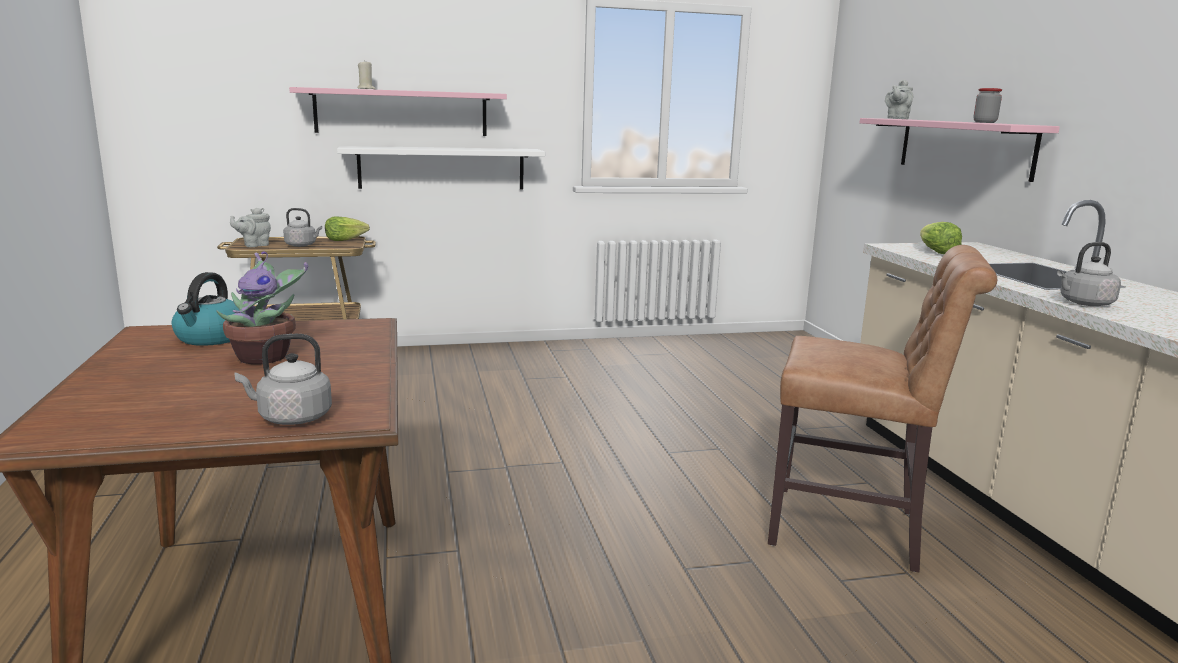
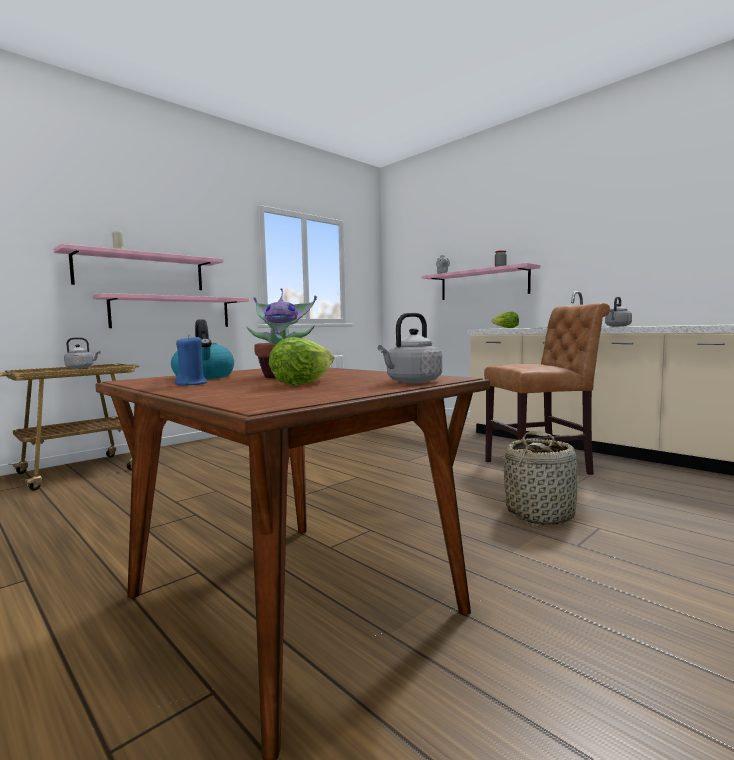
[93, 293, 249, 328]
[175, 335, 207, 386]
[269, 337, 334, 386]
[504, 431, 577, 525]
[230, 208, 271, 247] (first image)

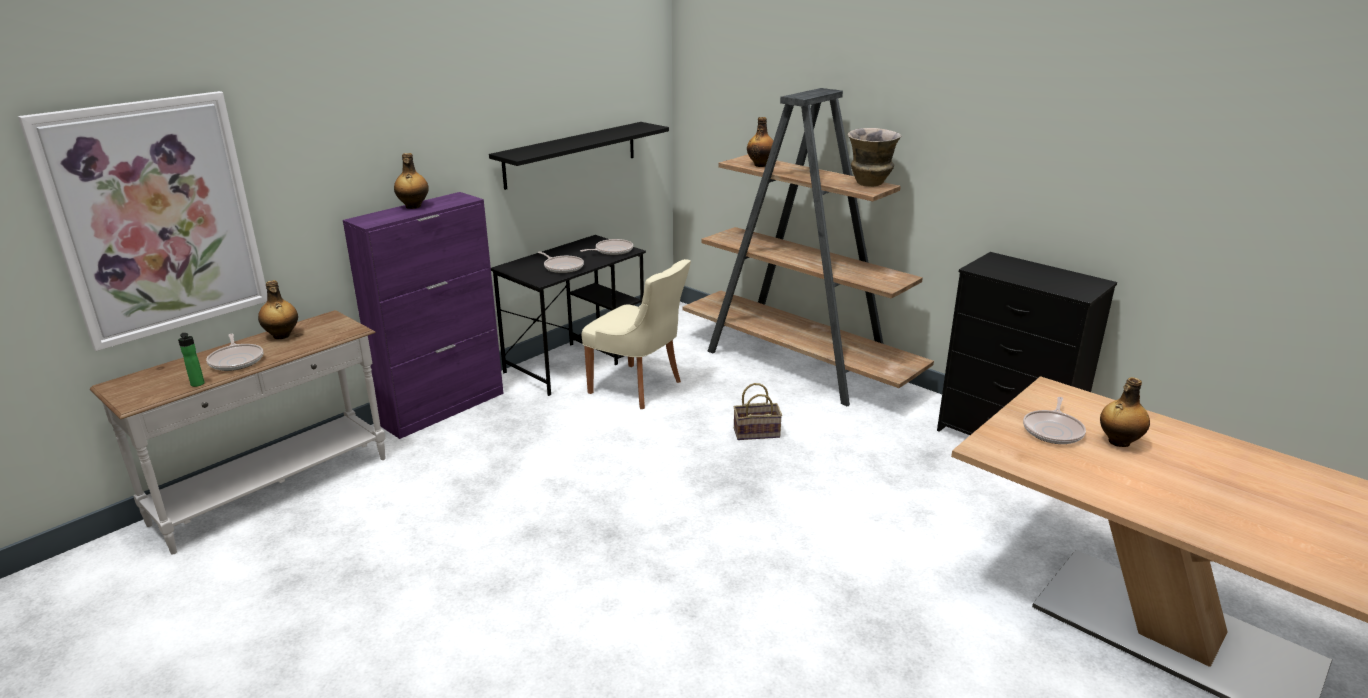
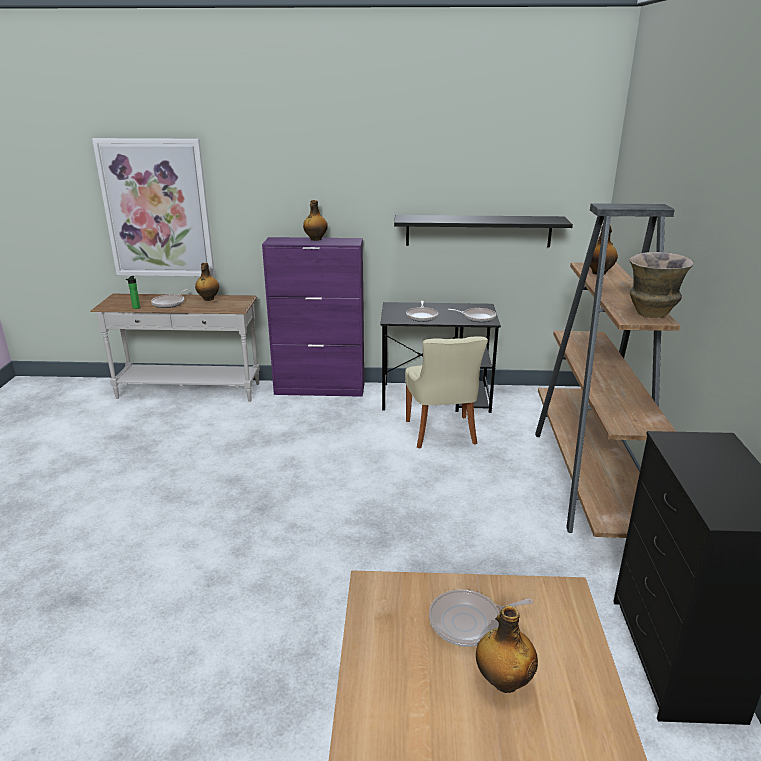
[734, 383, 782, 440] (first image)

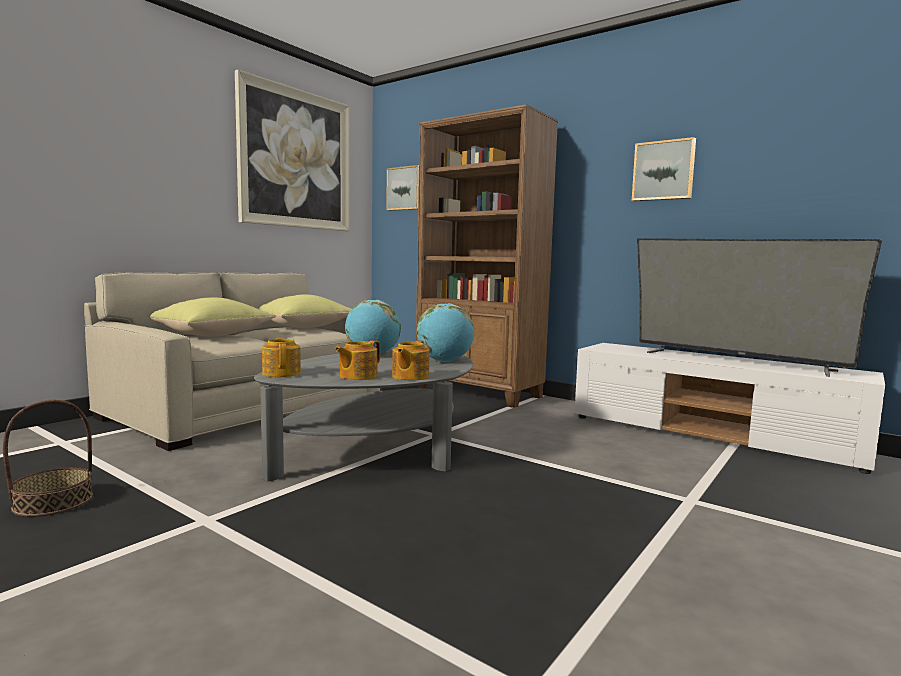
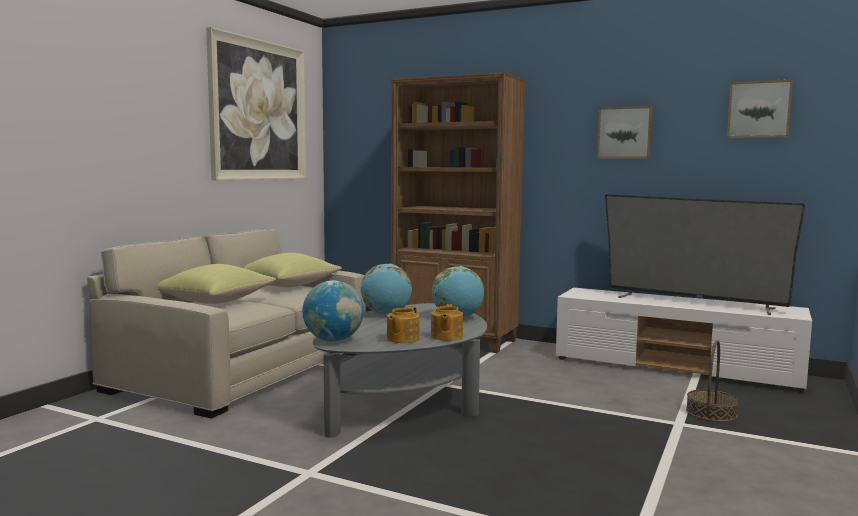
[302, 280, 364, 342]
[686, 340, 739, 422]
[727, 79, 793, 138]

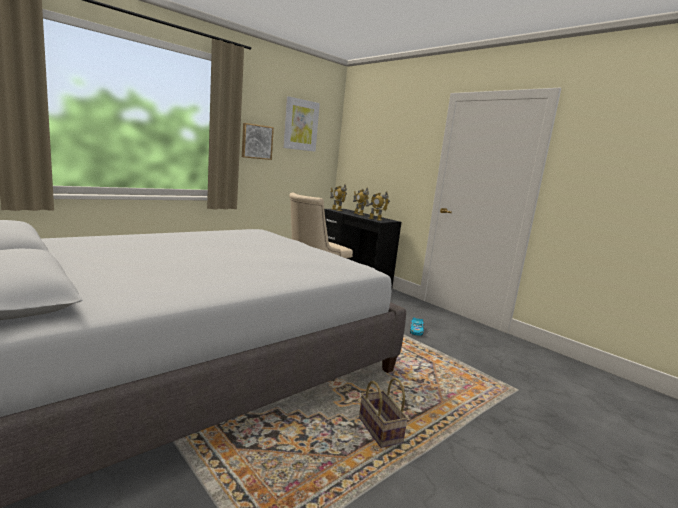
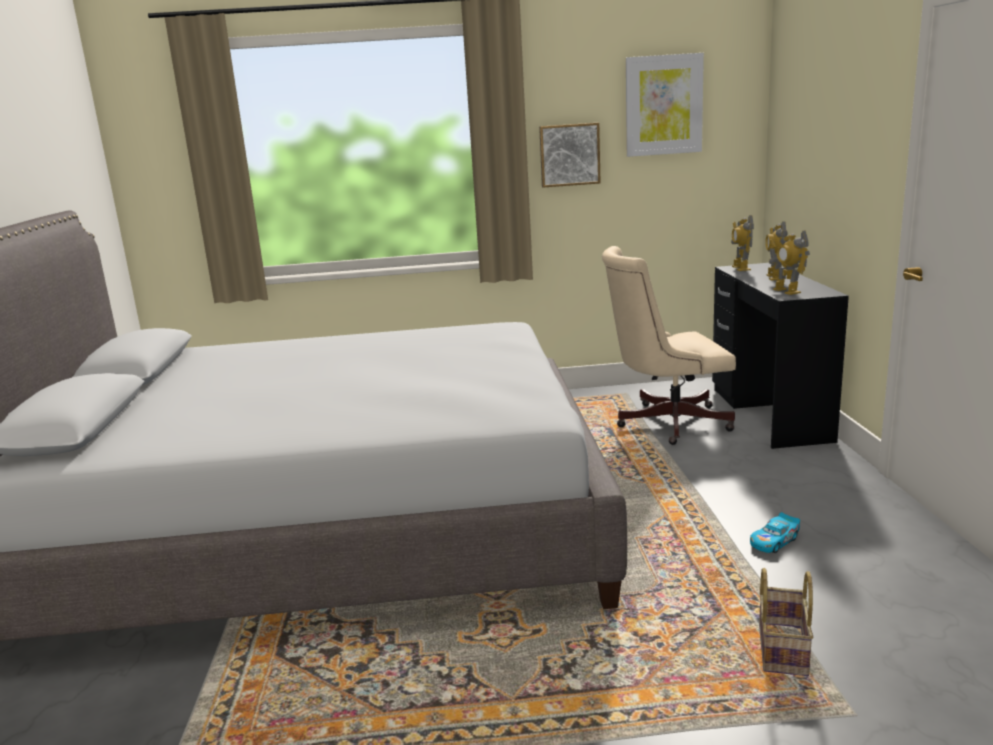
[759, 568, 813, 676]

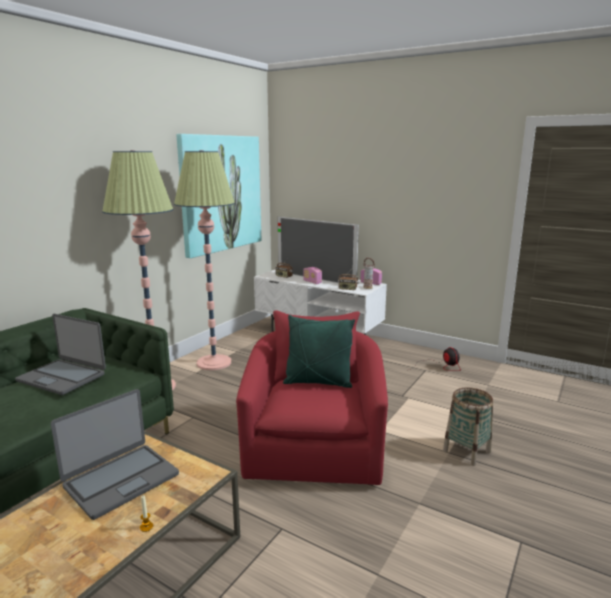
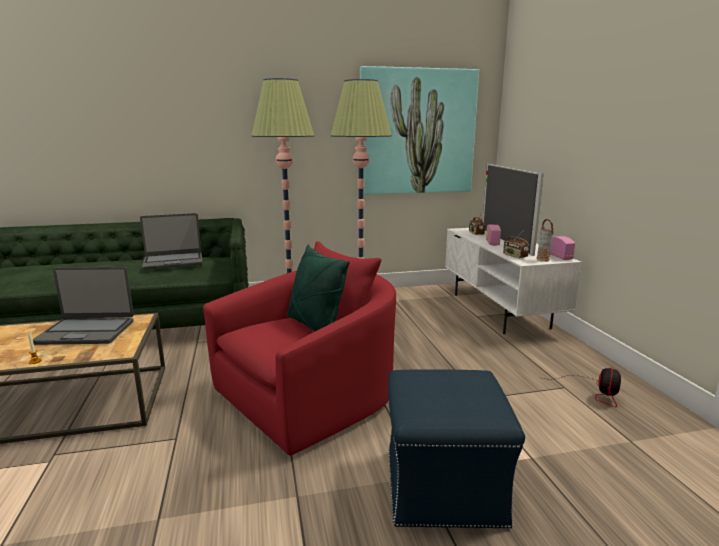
[140, 213, 203, 270]
[388, 369, 525, 528]

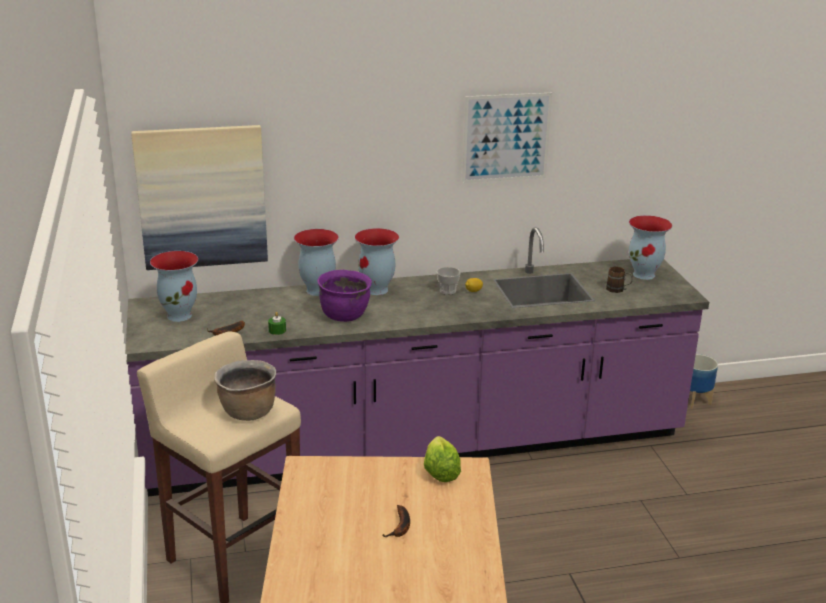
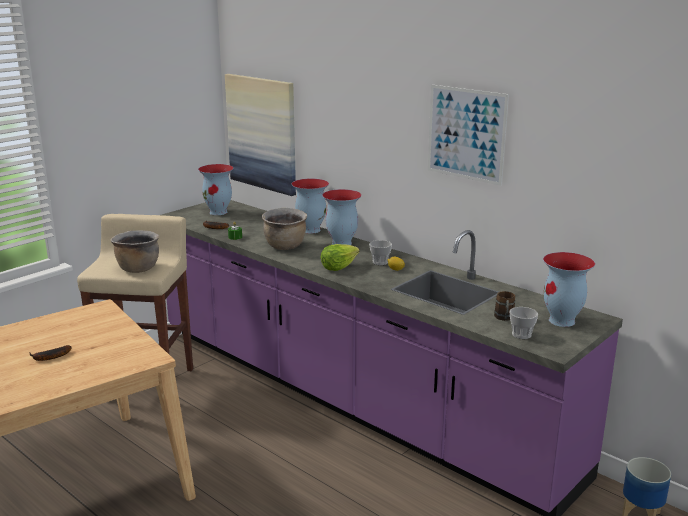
[262, 208, 307, 250]
[321, 244, 360, 271]
[510, 307, 538, 339]

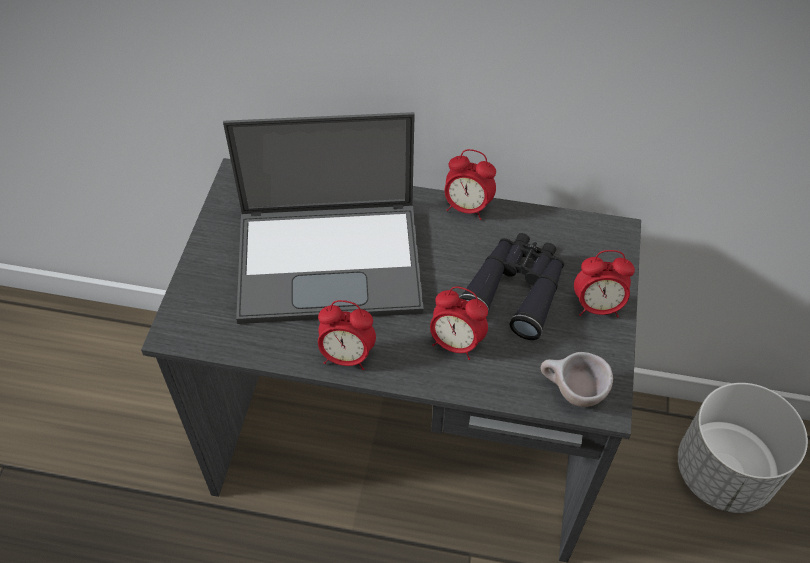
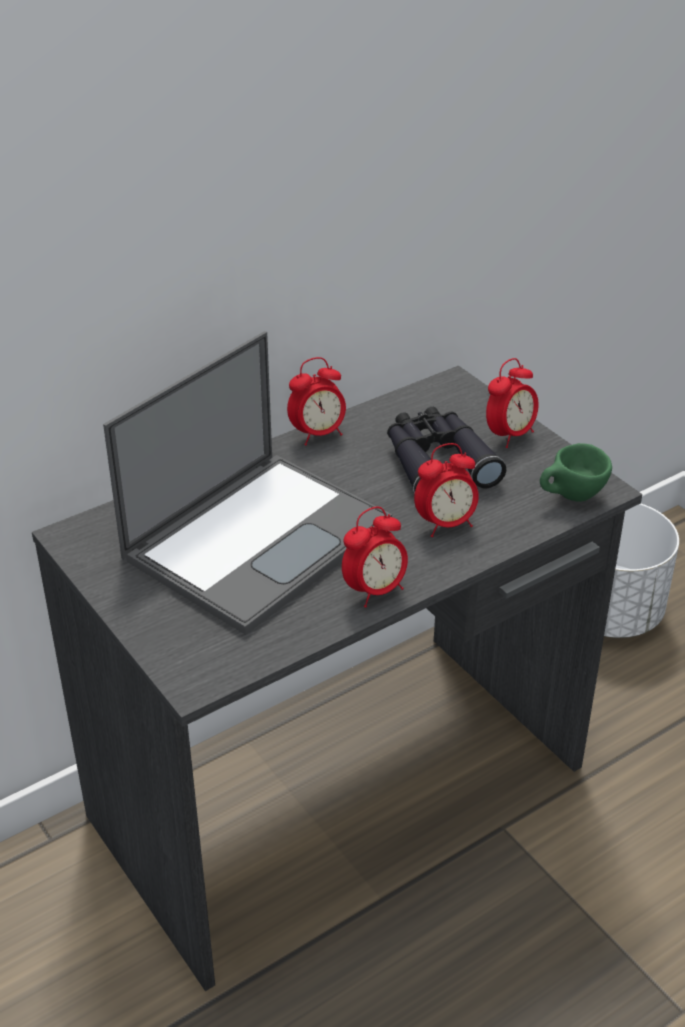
[540, 443, 612, 502]

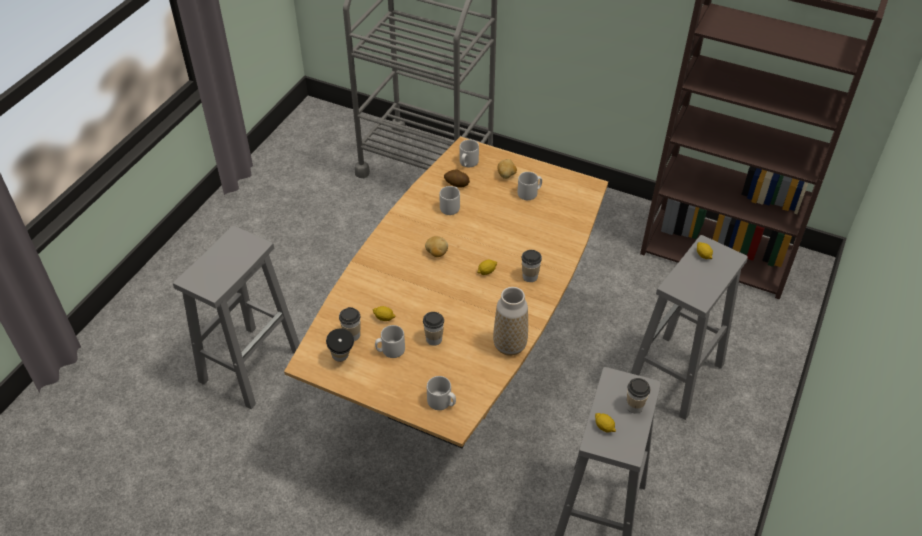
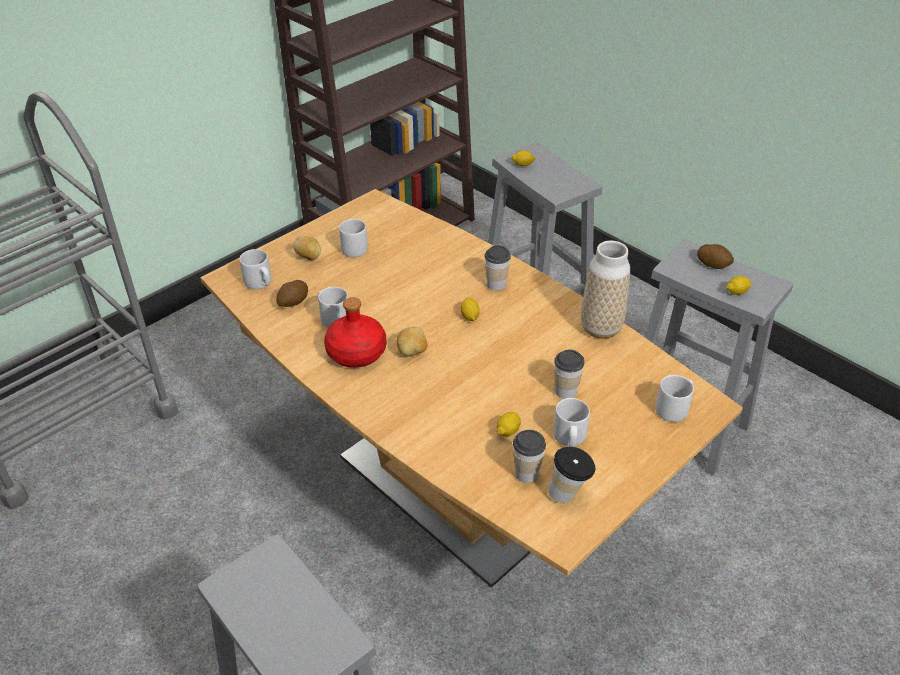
[324, 297, 386, 368]
[697, 244, 734, 269]

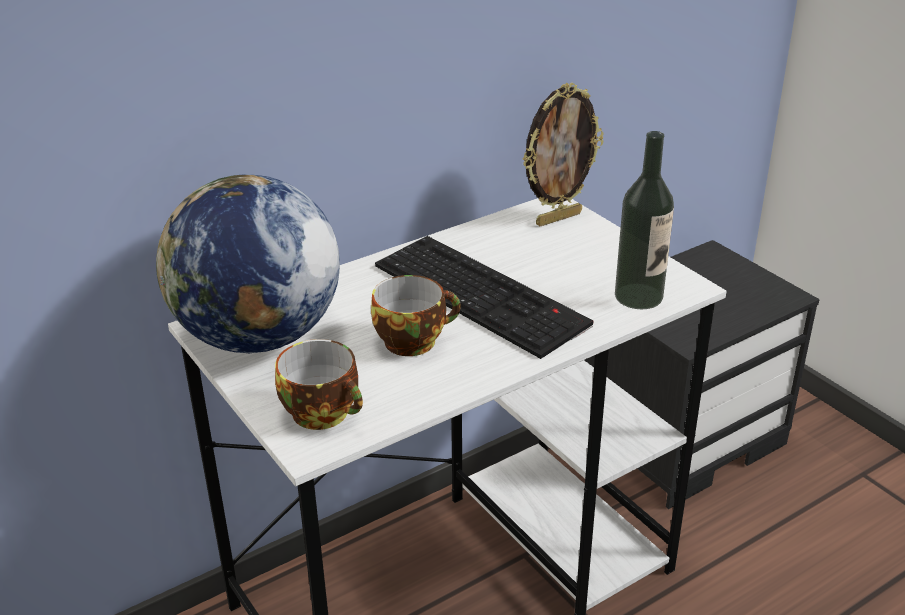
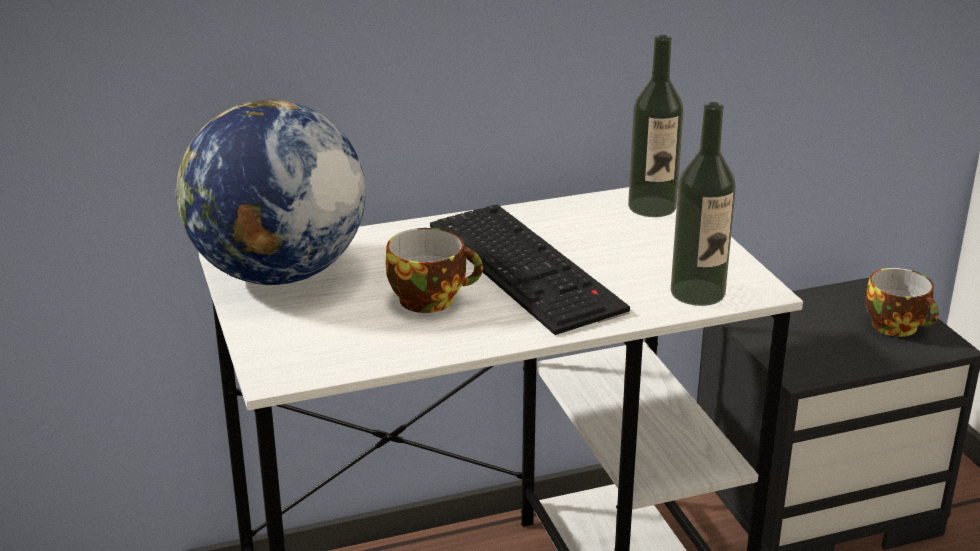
[628, 35, 684, 217]
[865, 268, 939, 337]

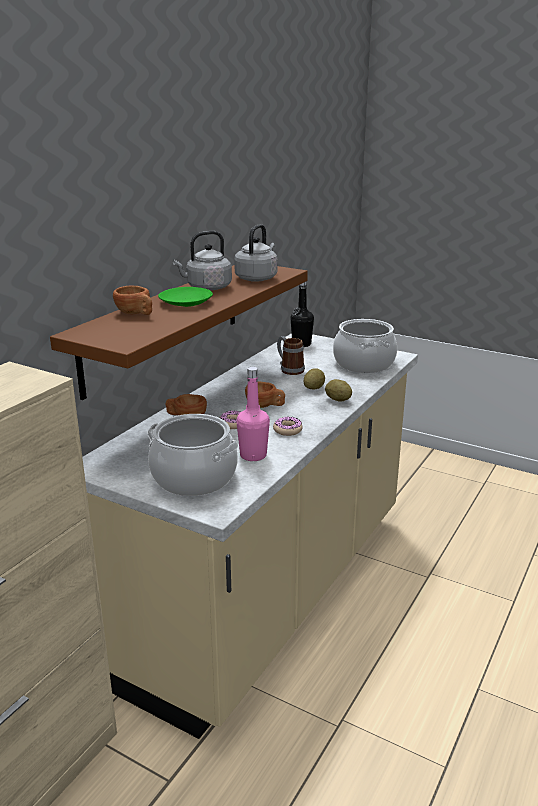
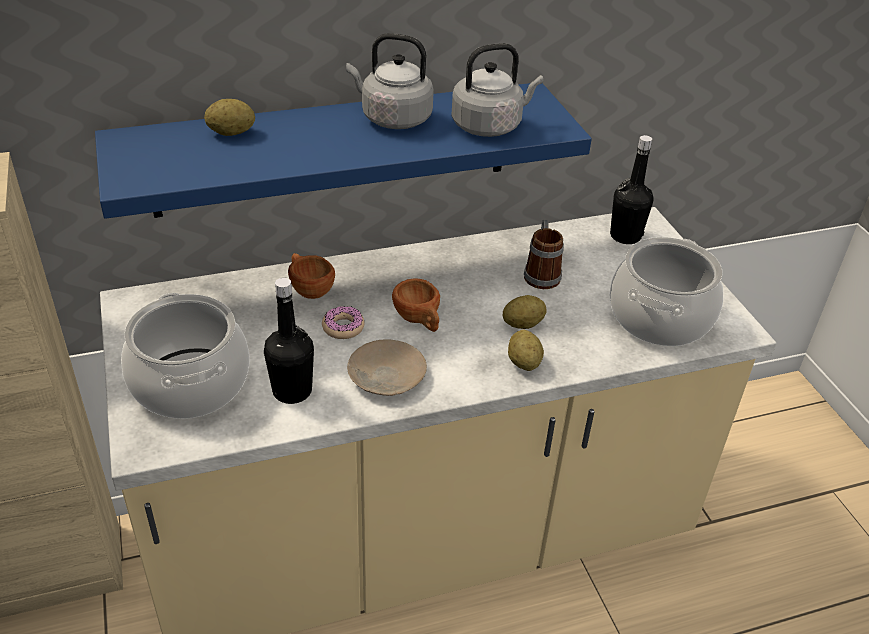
[95, 83, 592, 219]
[204, 99, 255, 136]
[264, 277, 314, 404]
[347, 339, 427, 396]
[158, 287, 213, 307] (first image)

